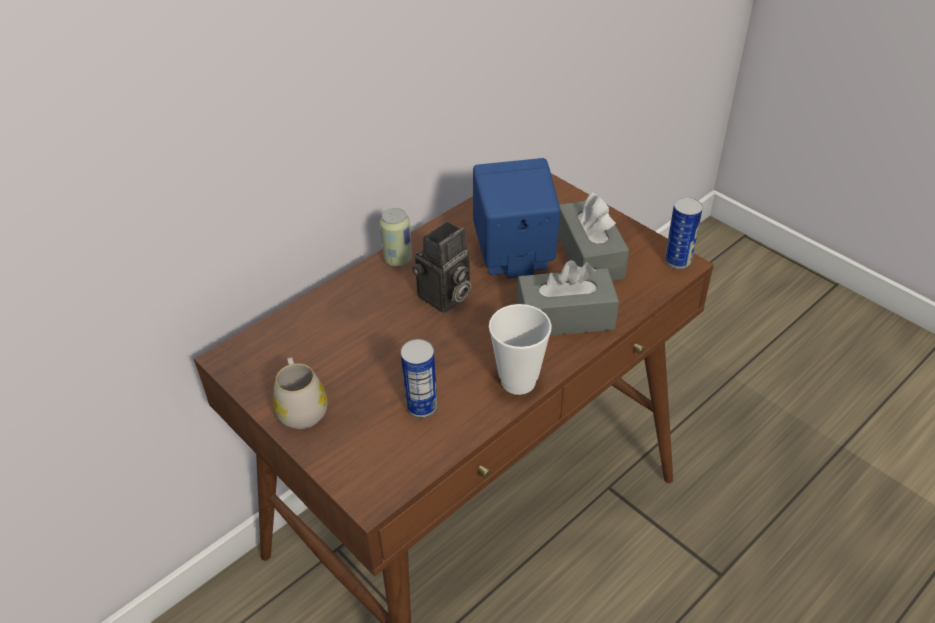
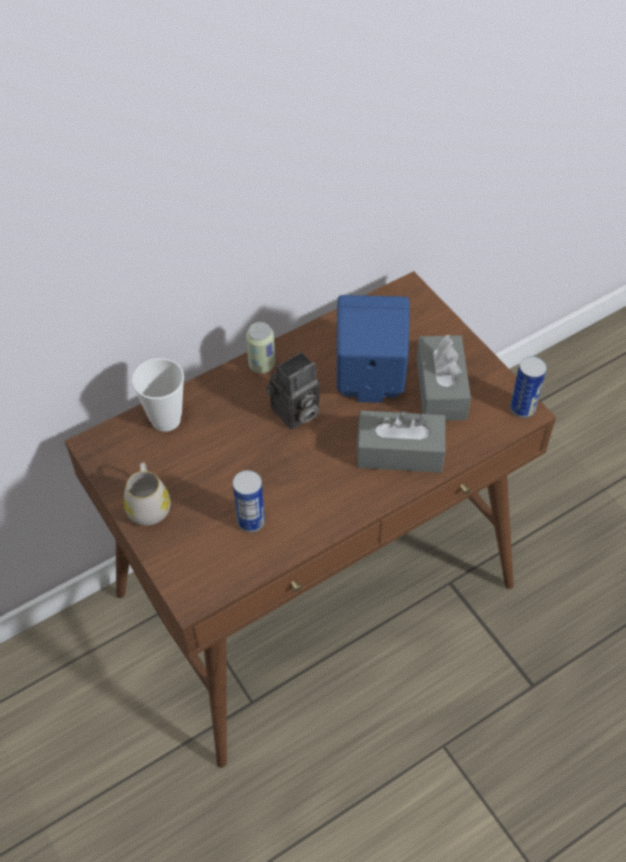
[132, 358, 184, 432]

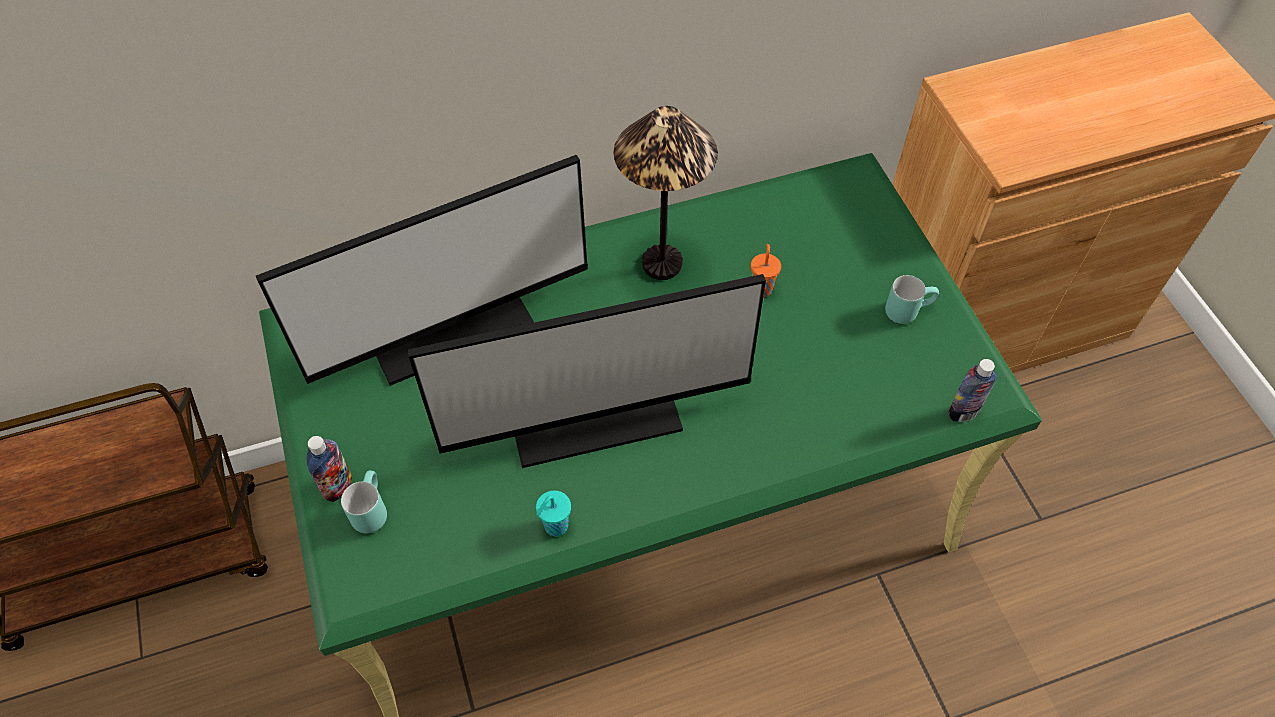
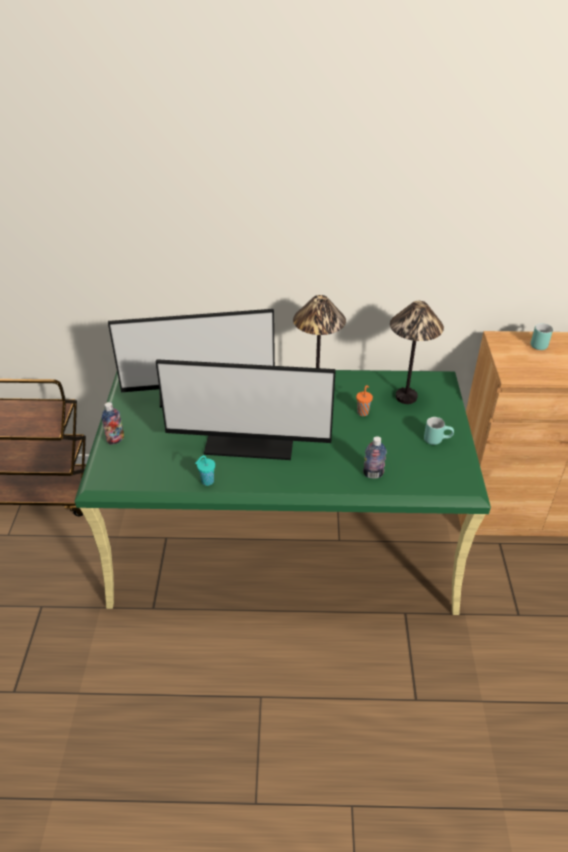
[363, 436, 387, 479]
[390, 301, 444, 404]
[531, 323, 553, 350]

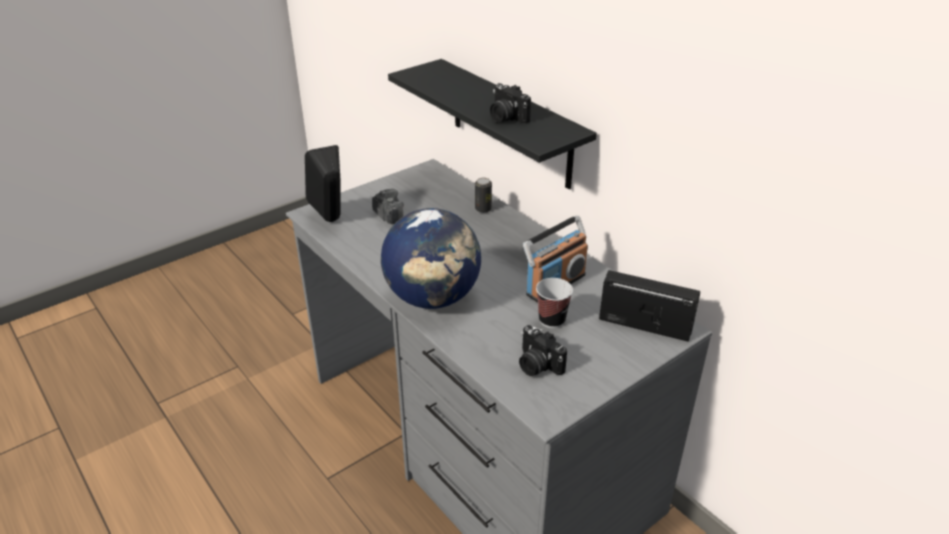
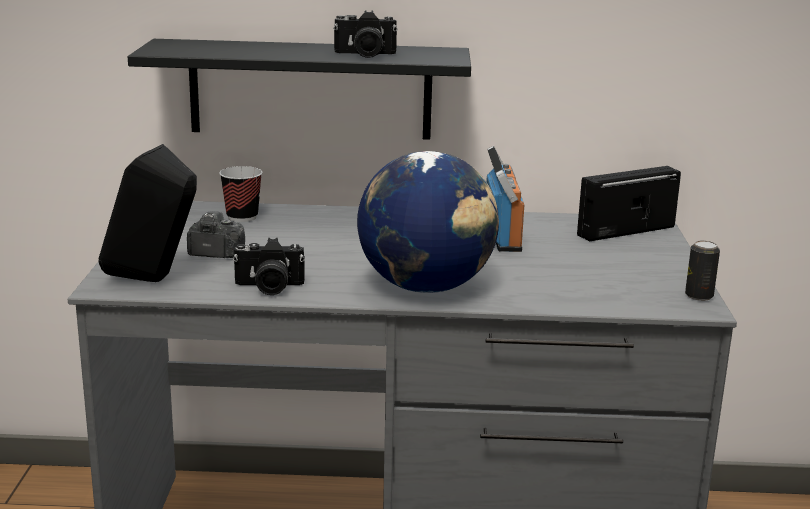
[219, 166, 263, 222]
[233, 238, 305, 295]
[685, 240, 720, 301]

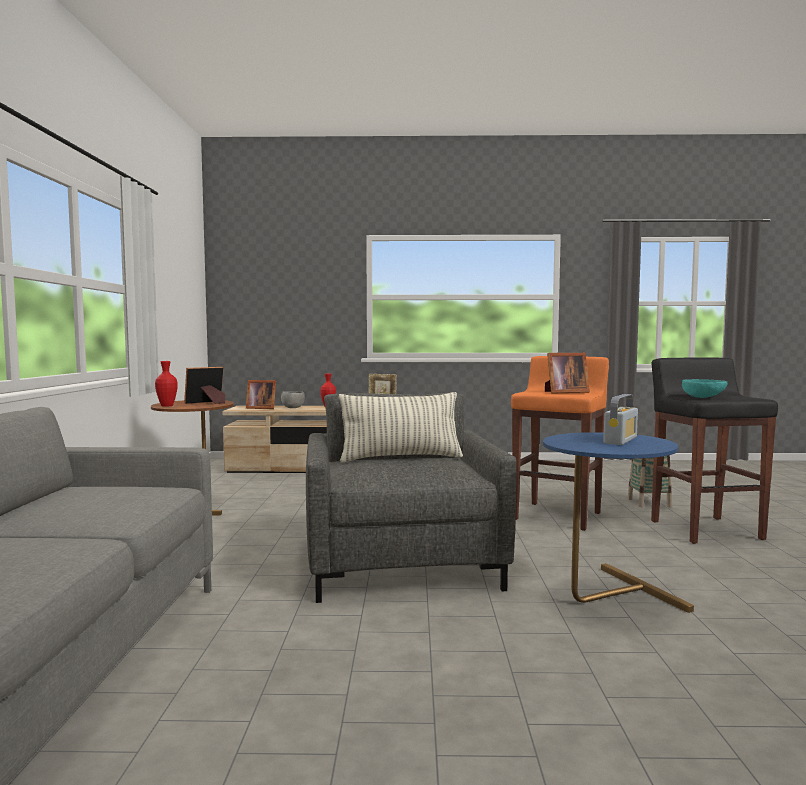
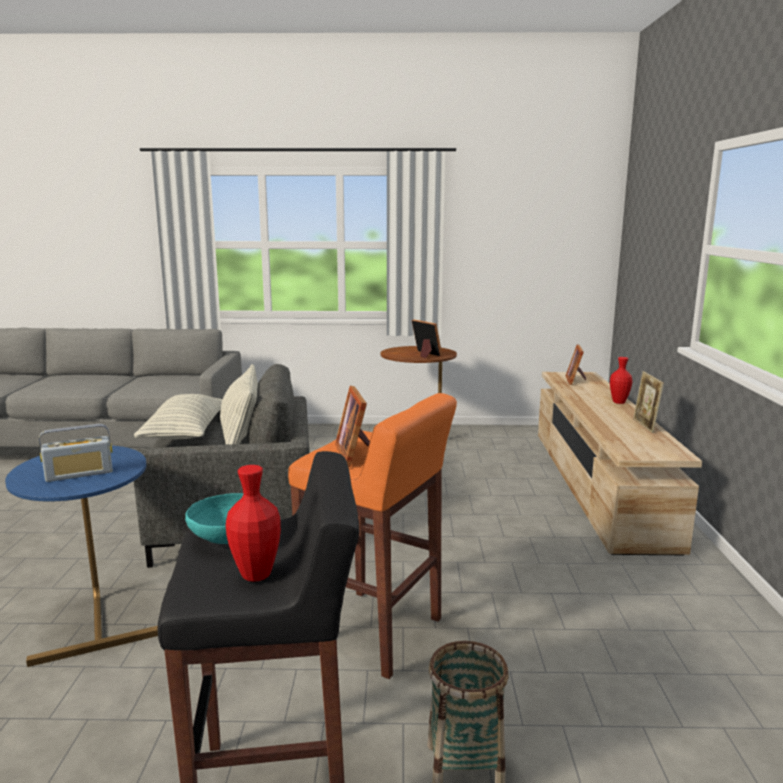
[39, 424, 113, 482]
[134, 394, 223, 439]
[226, 465, 281, 582]
[281, 391, 305, 408] (first image)

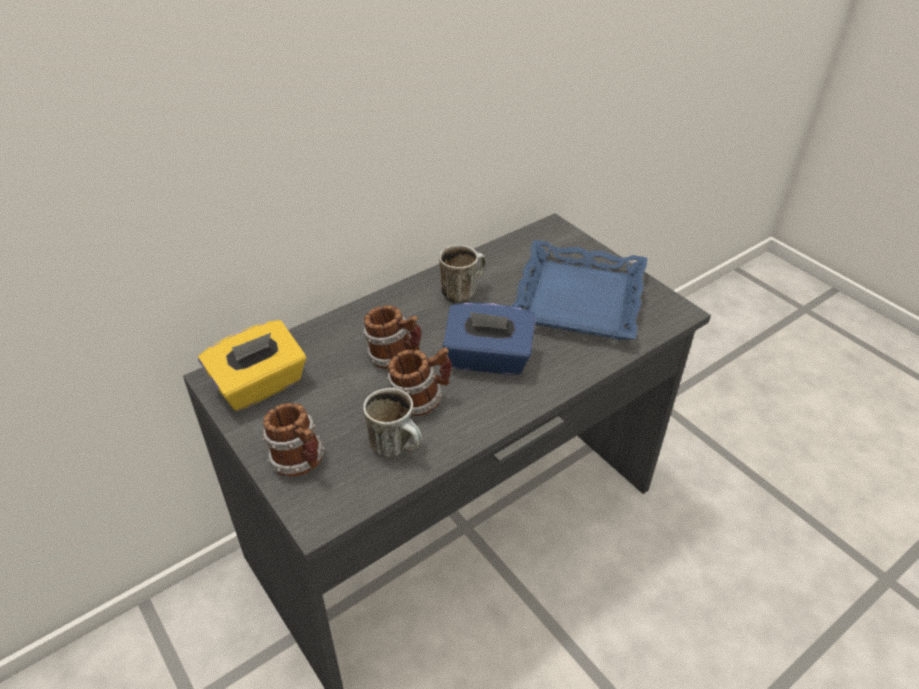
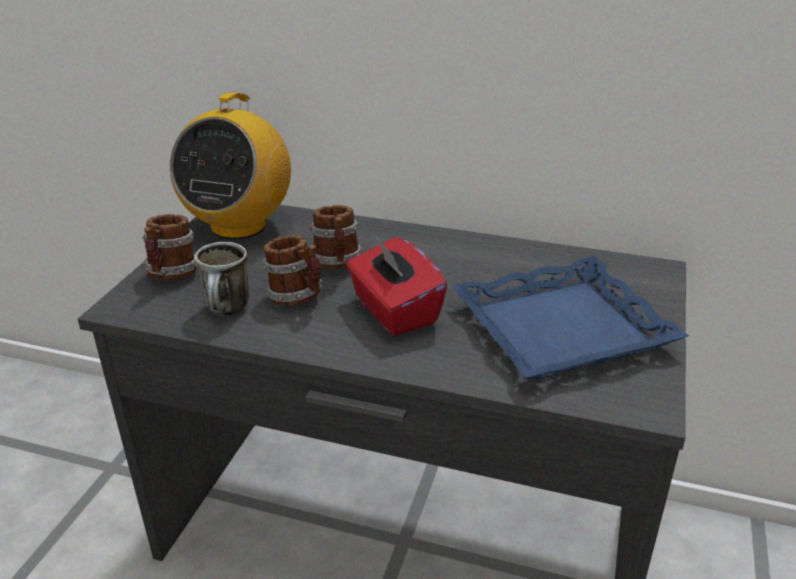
[170, 92, 291, 239]
[346, 236, 447, 336]
[439, 245, 487, 303] (first image)

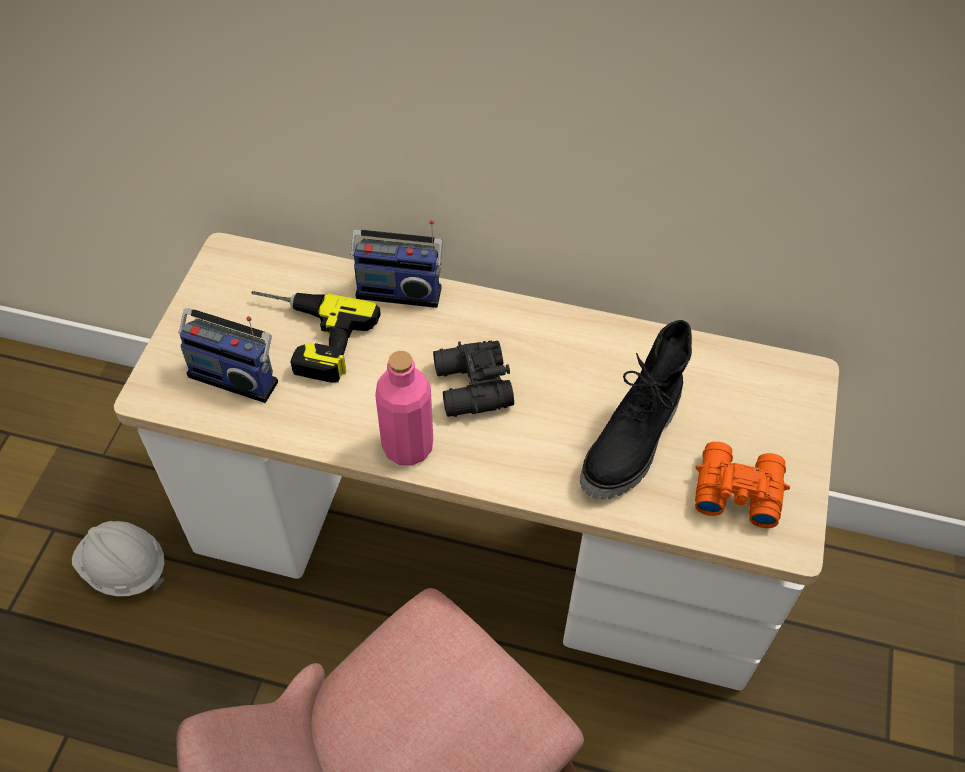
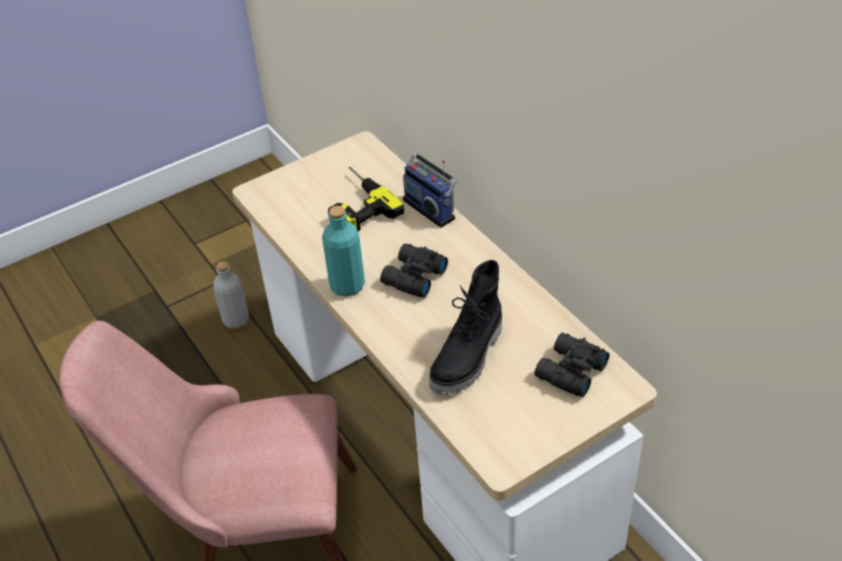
[213, 262, 249, 329]
[322, 206, 365, 297]
[429, 260, 502, 395]
[535, 333, 610, 397]
[178, 308, 278, 403] (first image)
[695, 442, 790, 528] (first image)

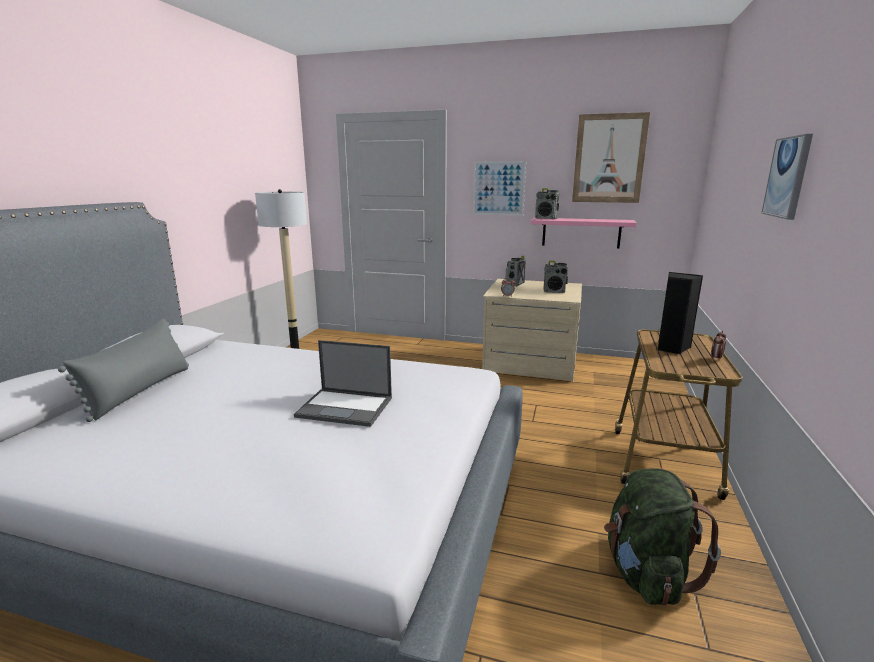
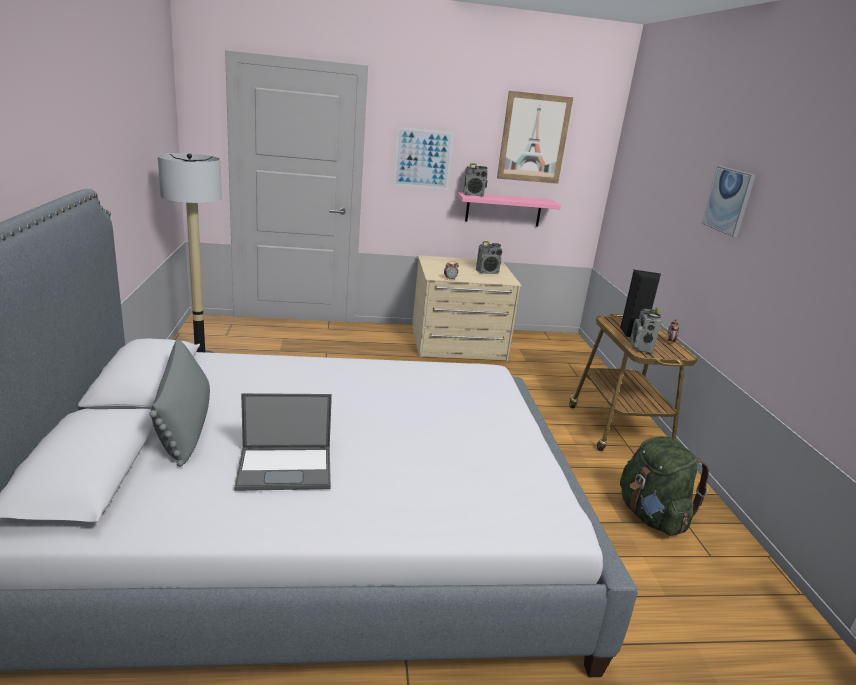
[234, 393, 332, 491]
[630, 307, 661, 354]

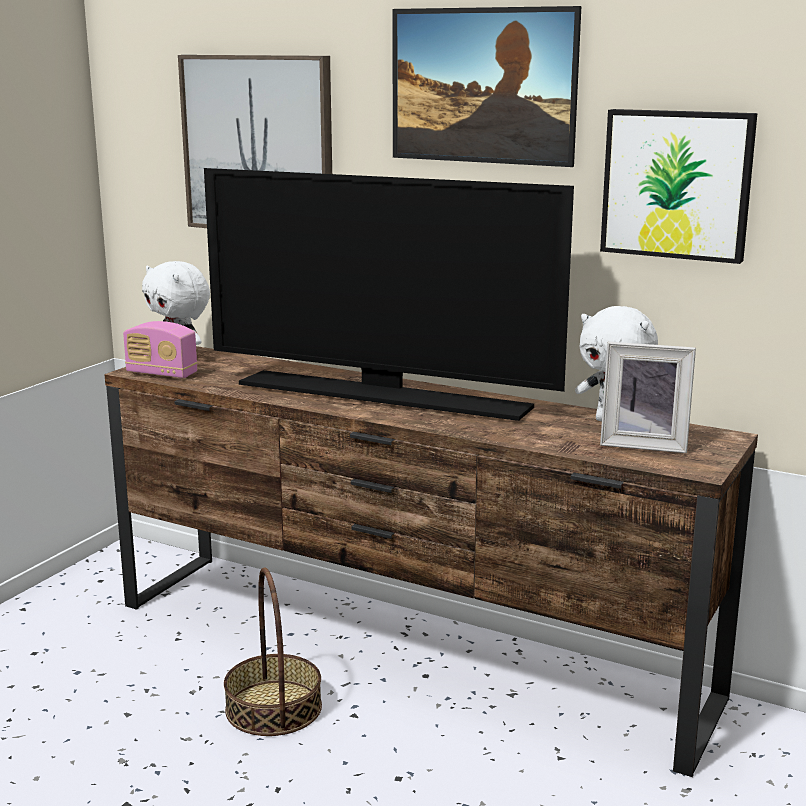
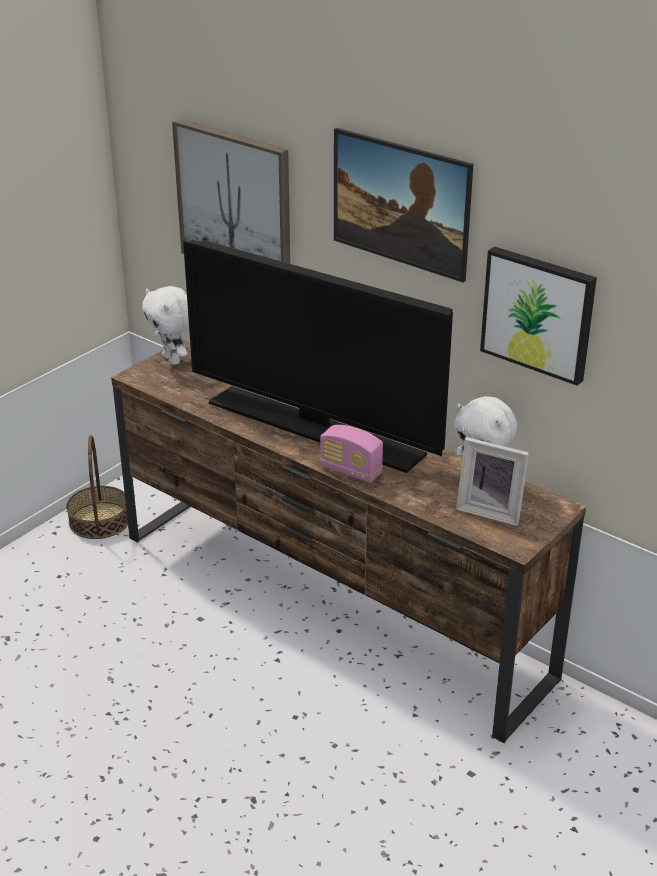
[66, 435, 128, 539]
[320, 425, 383, 483]

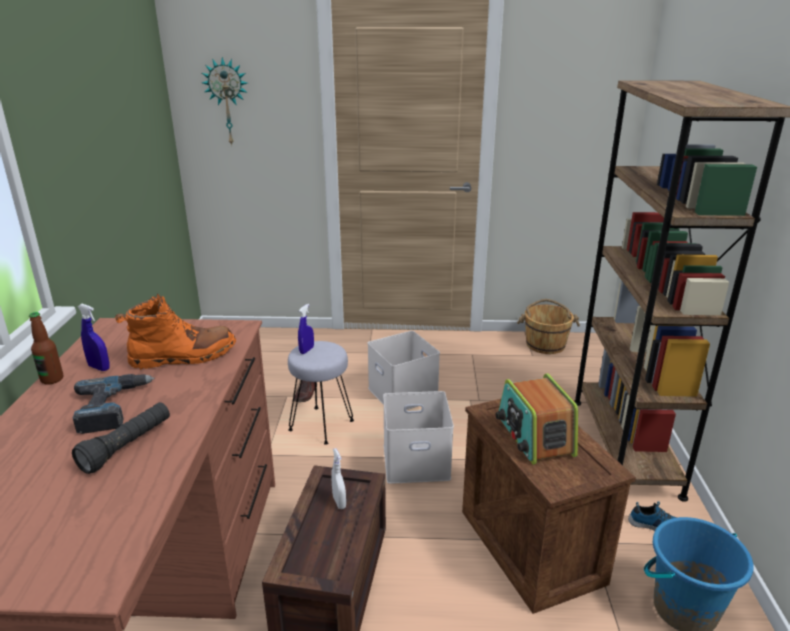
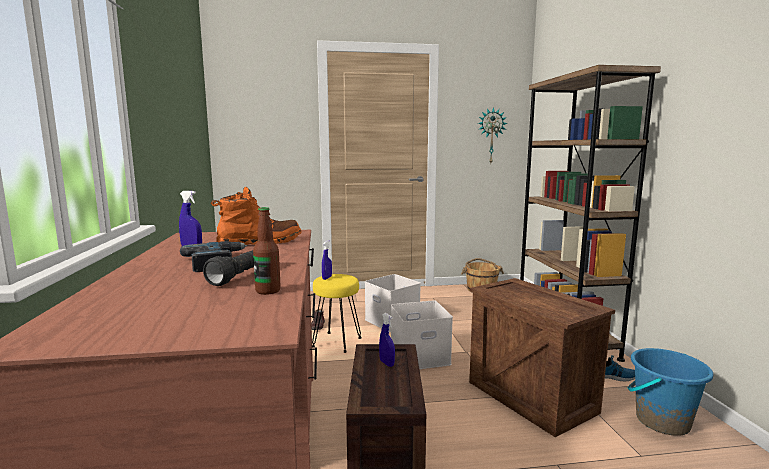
[253, 207, 281, 295]
[312, 274, 362, 353]
[379, 313, 395, 367]
[478, 107, 508, 163]
[495, 373, 578, 465] (first image)

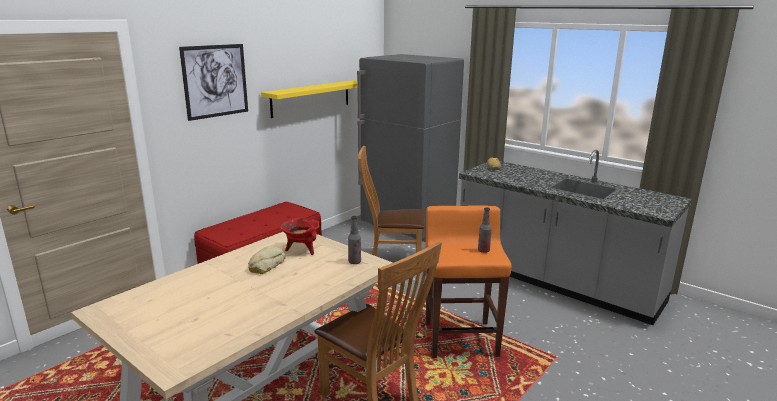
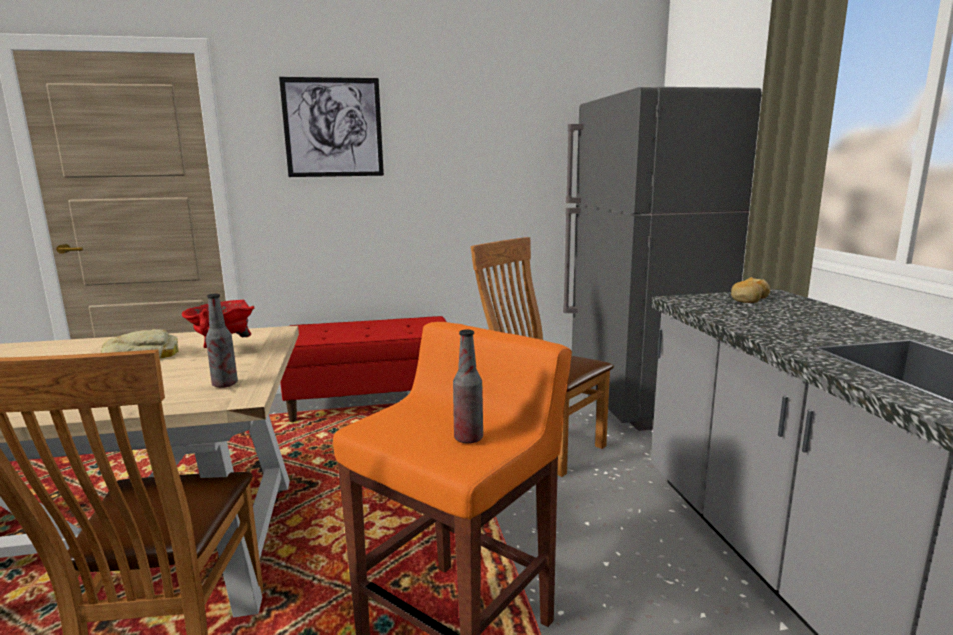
[261, 80, 357, 118] (first image)

